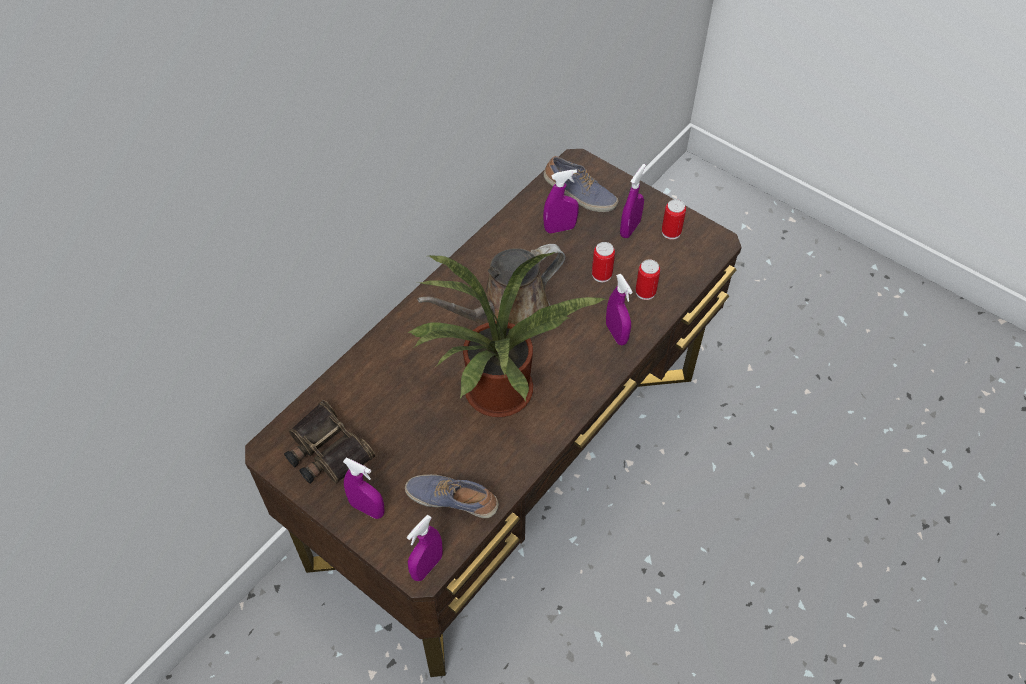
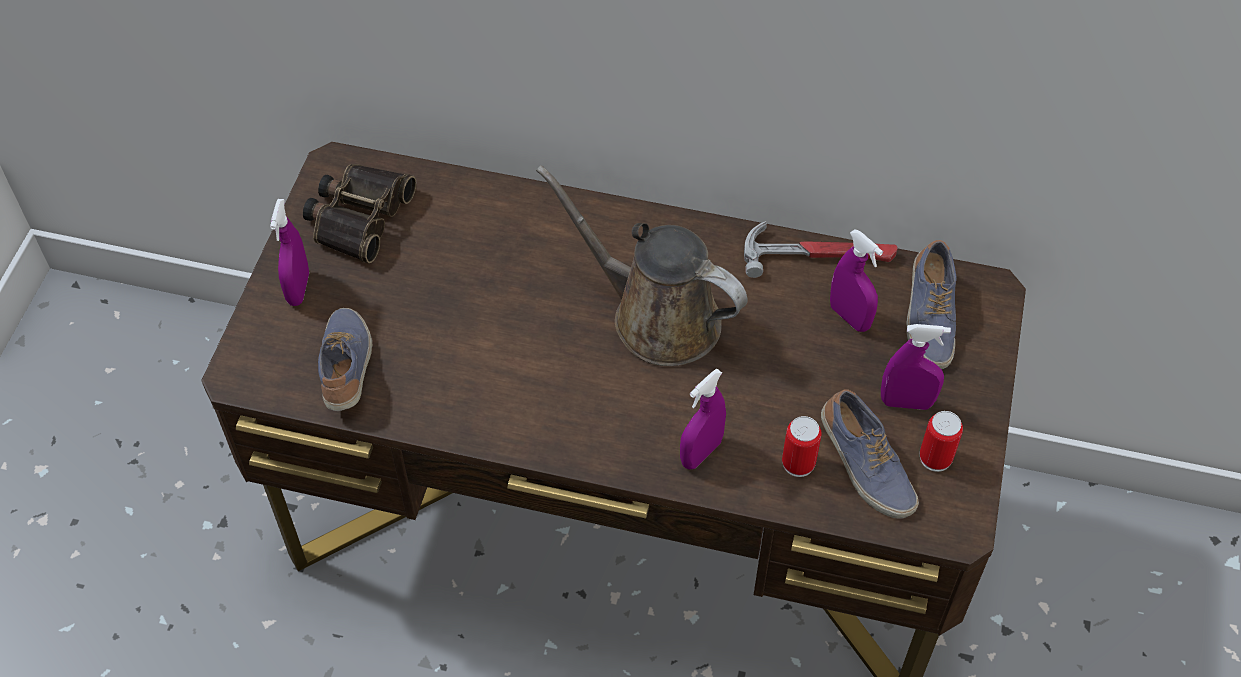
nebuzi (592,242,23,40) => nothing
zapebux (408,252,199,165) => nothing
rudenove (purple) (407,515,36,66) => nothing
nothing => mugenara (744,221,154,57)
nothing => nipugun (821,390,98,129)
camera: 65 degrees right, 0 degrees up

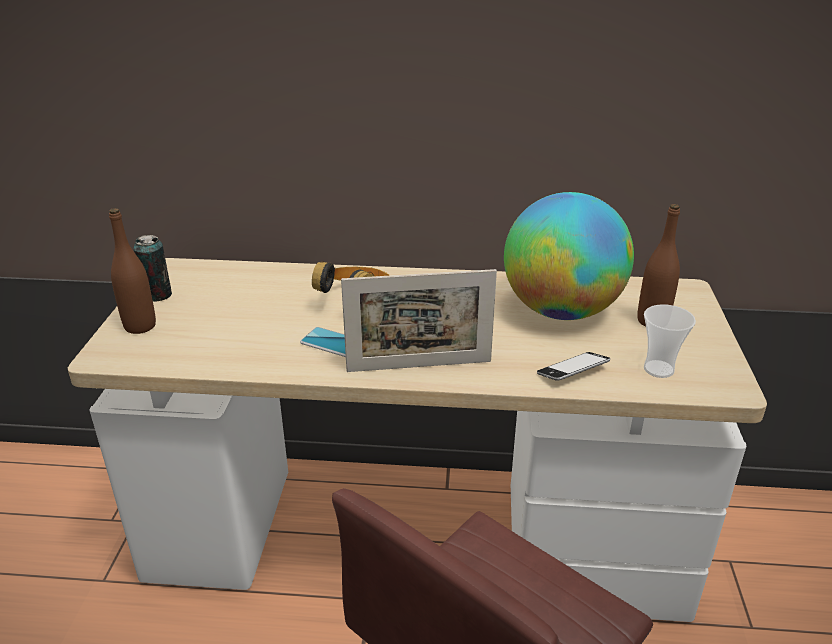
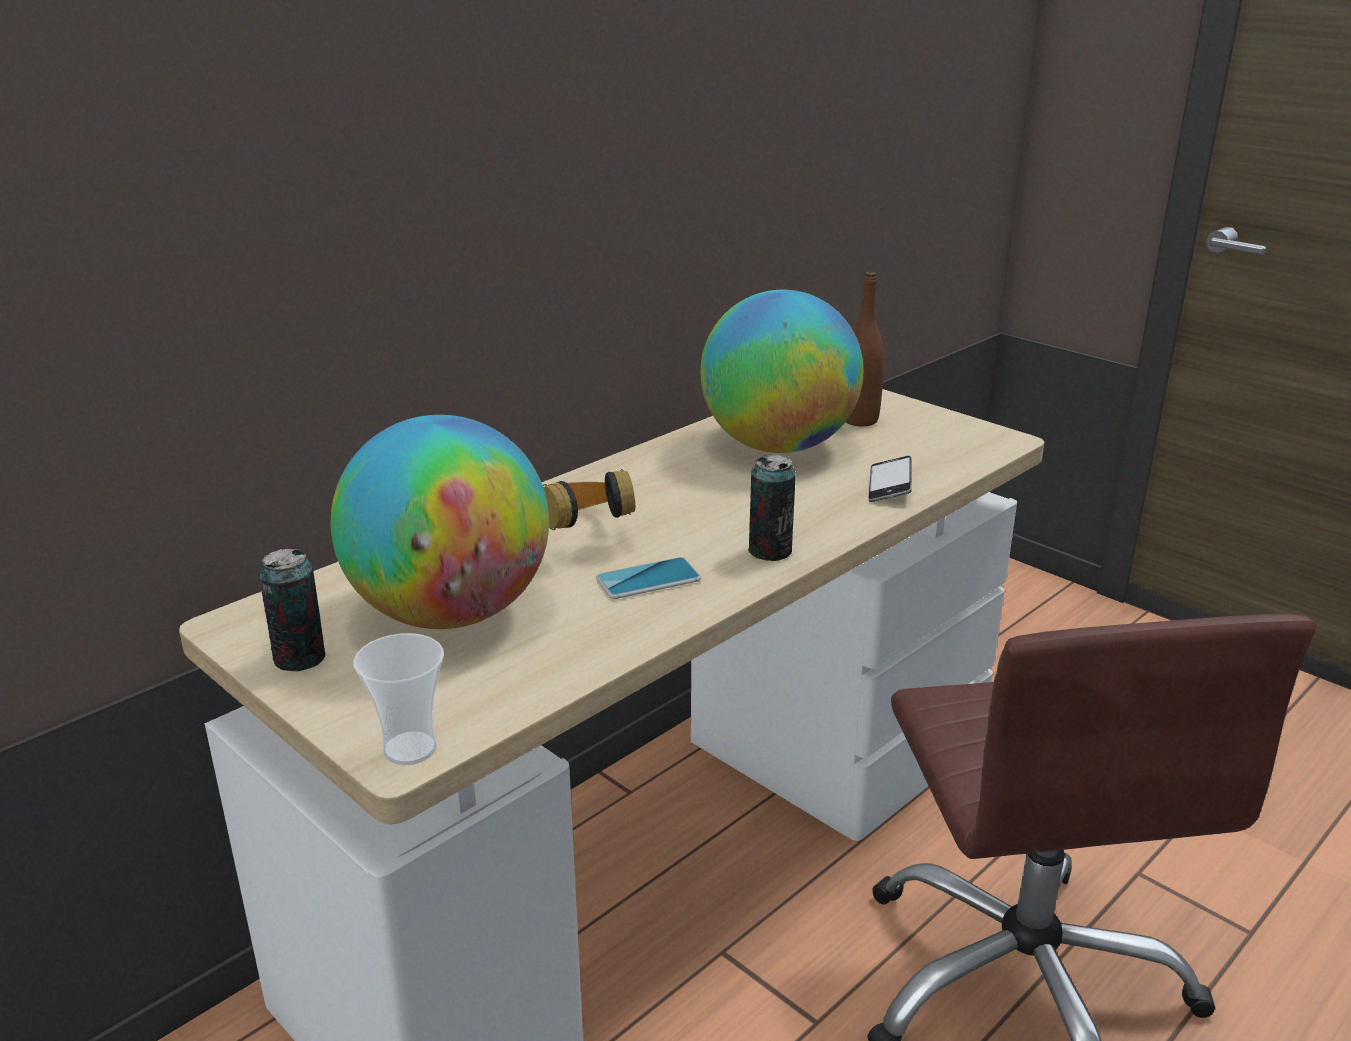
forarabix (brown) (109,208,47,126) => nothing
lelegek (341,269,156,103) => nebuzi (748,454,48,107)
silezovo (644,304,52,74) => silezovo (353,633,91,132), shifted
nothing => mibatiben (331,415,218,214)
camera: 50 degrees left, 5 degrees down

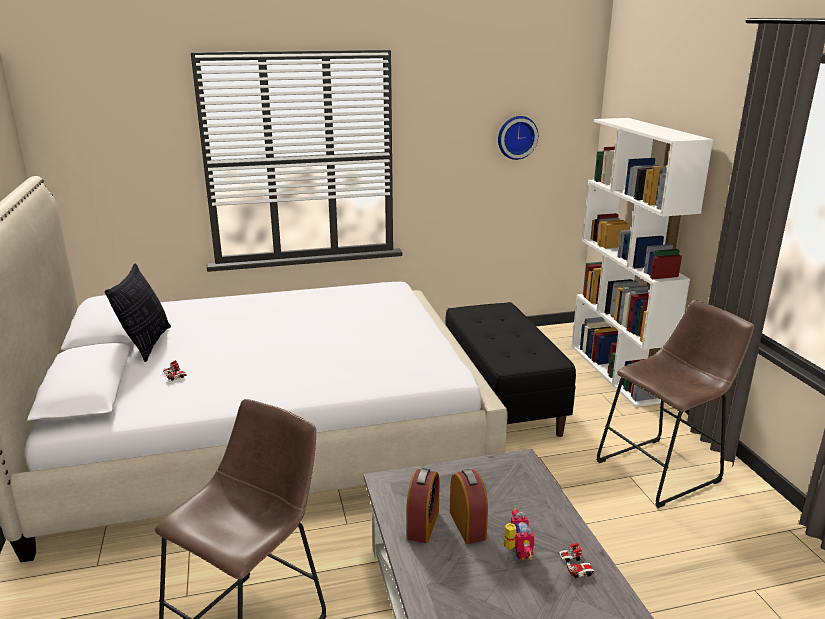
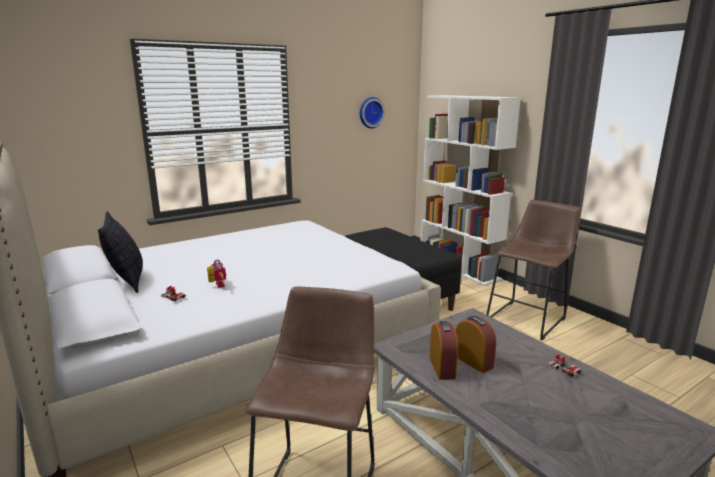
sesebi (504,507,31,53) => sesebi (207,259,19,29), shifted
camera: 20 degrees left, 5 degrees down

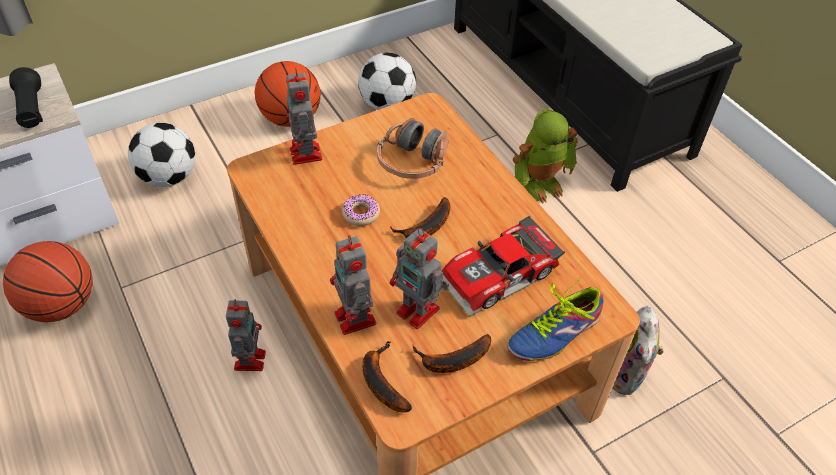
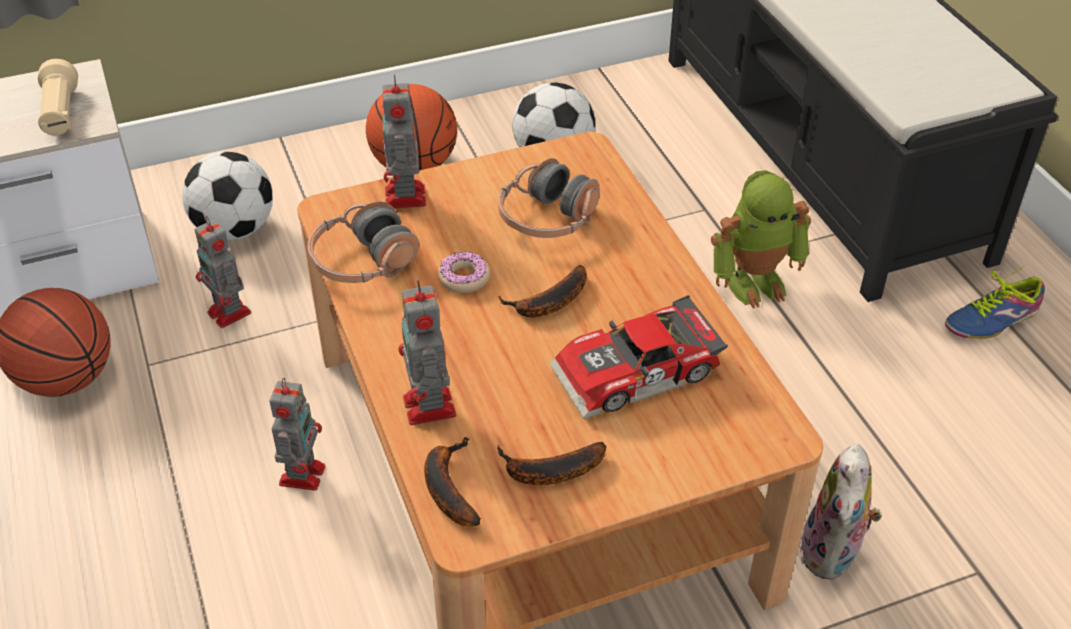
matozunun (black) (9,67,34,61) => matozunun (beige) (38,59,40,77)
sesebi (390,228,59,101) => sesebi (195,216,56,112), shifted
nipugun (507,276,97,85) => nipugun (945,266,100,73), shifted
nothing => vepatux (308,202,111,81)
camera: 10 degrees right, 5 degrees down

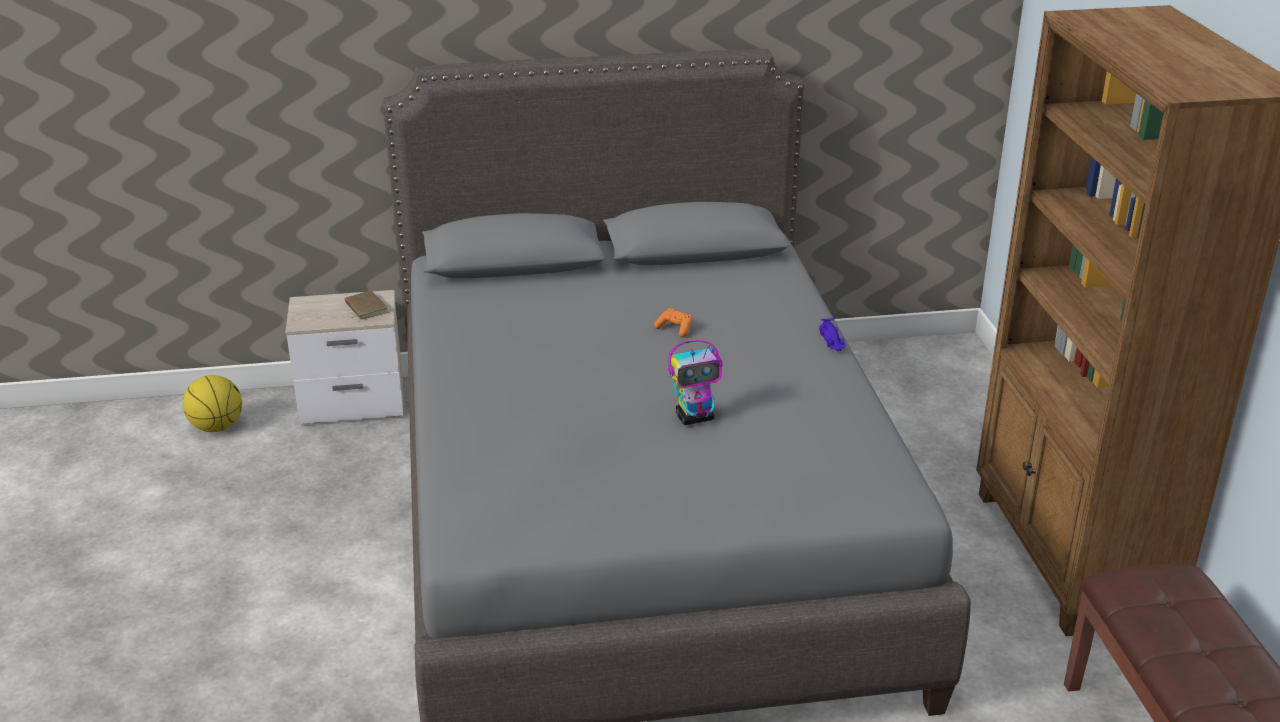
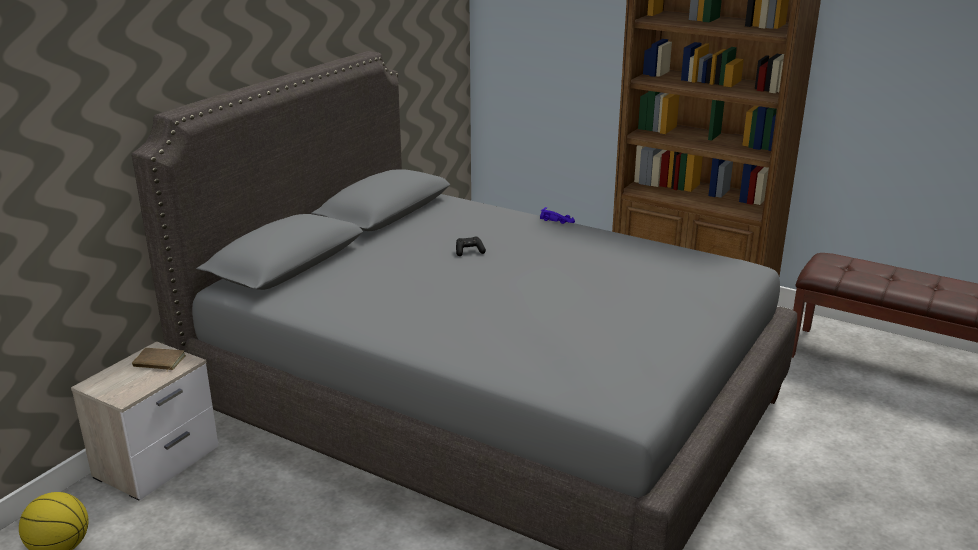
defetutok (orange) (654,308,38,30) => defetutok (black) (456,236,30,20)
sesebi (668,340,55,85) => nothing
camera: 50 degrees left, 5 degrees down

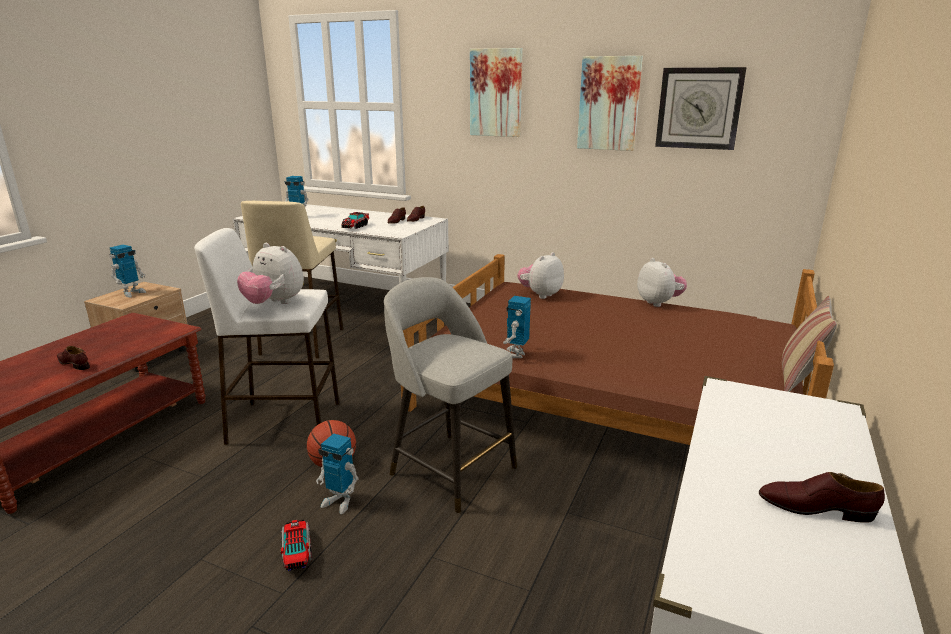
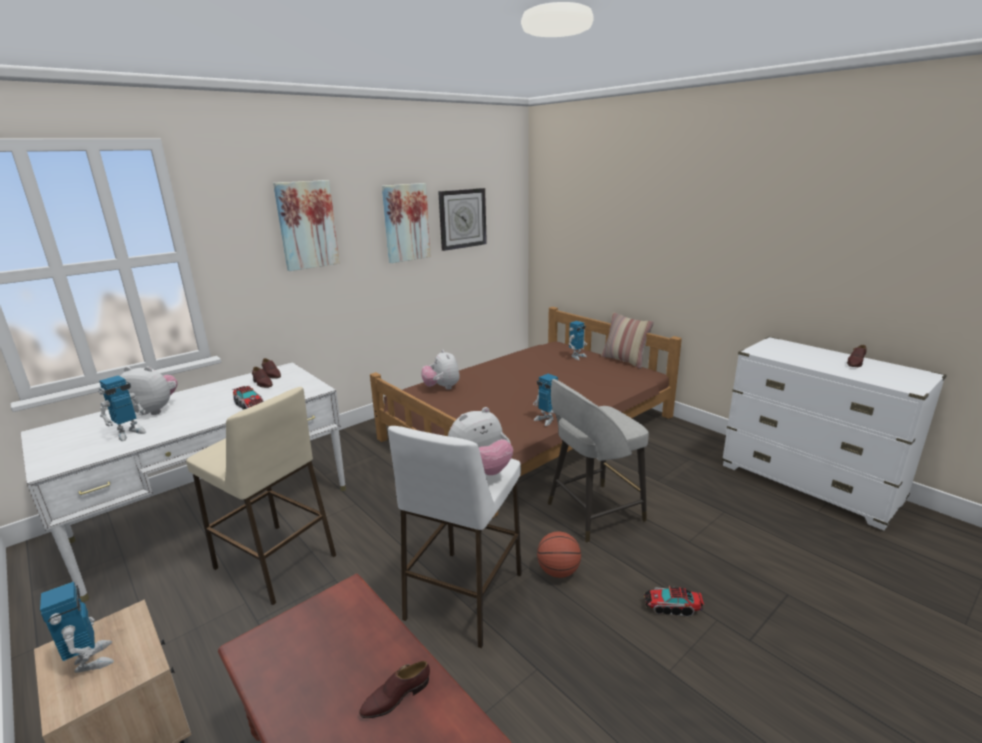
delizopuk (637,258,50,49) => delizopuk (120,367,58,48), shifted
sesebi (316,433,43,81) => sesebi (569,321,18,39), shifted
camera: 65 degrees left, 0 degrees up

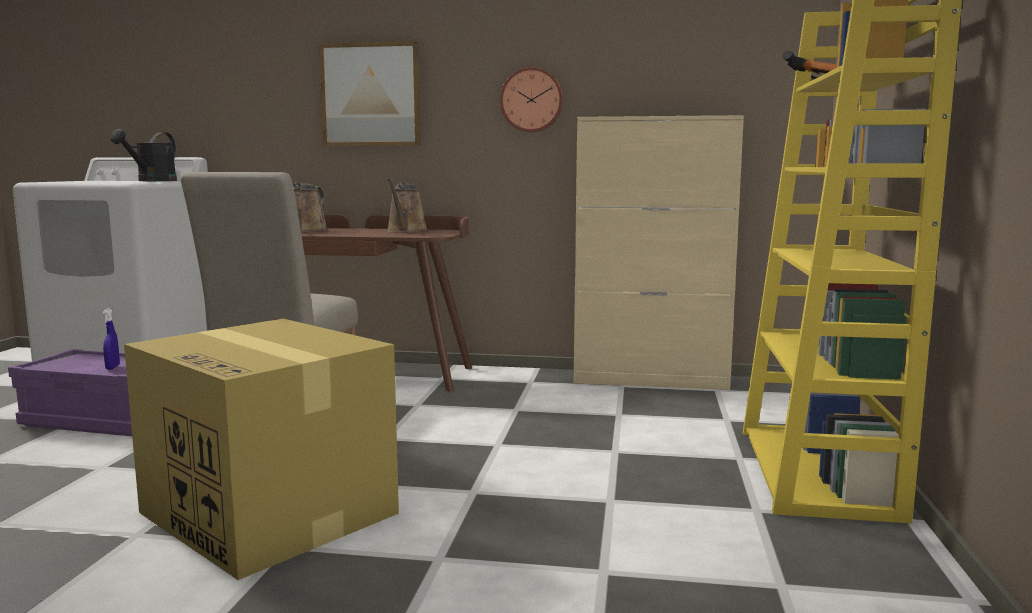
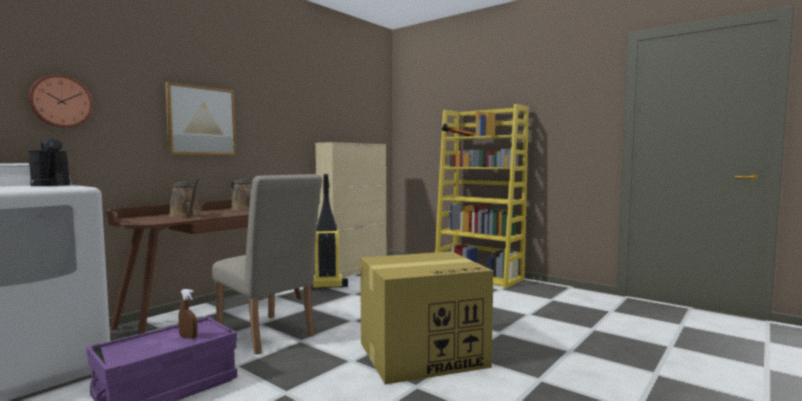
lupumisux (500,67,63,65) => lupumisux (28,75,65,53), shifted
rudenove (blue) (103,308,17,62) => rudenove (brown) (178,289,19,50)
nothing => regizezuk (312,174,36,115)
camera: 60 degrees left, 5 degrees down

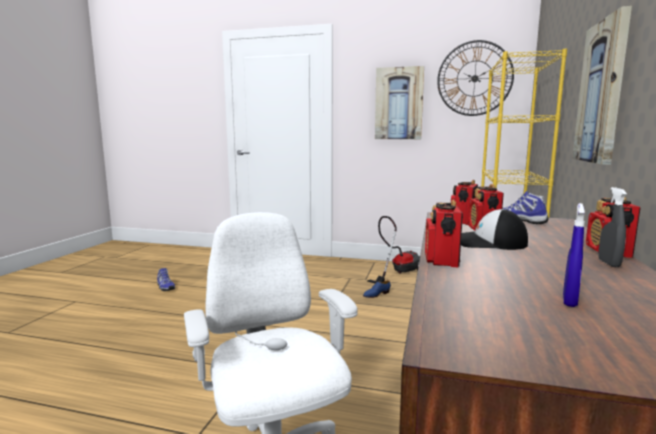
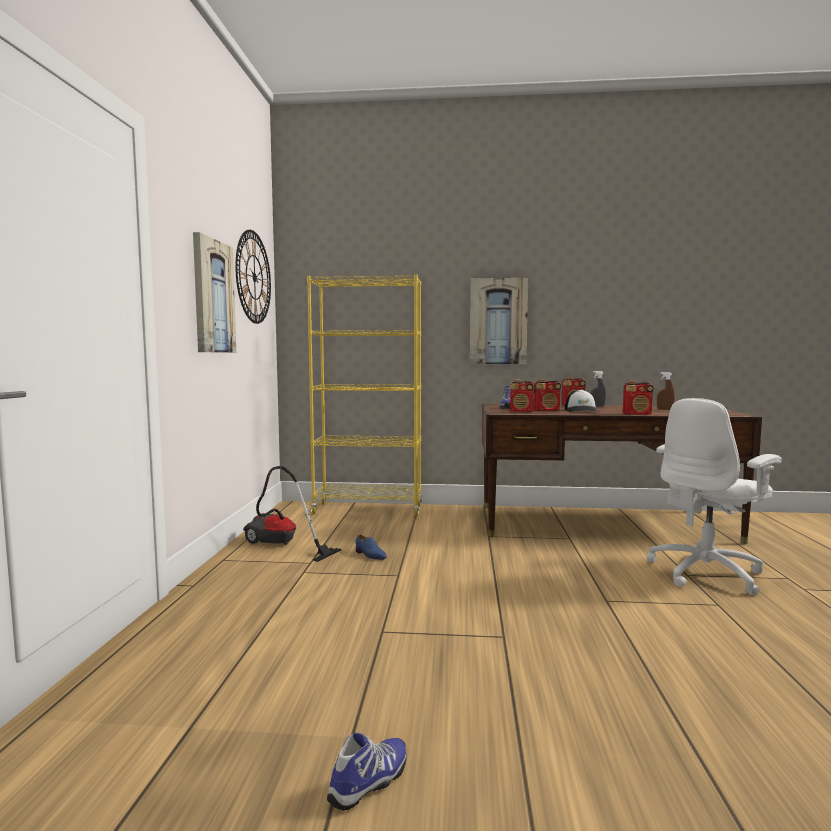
rudenove (blue) (563,203,22,104) => rudenove (brown) (657,372,18,38)
camera: 100 degrees left, 5 degrees down

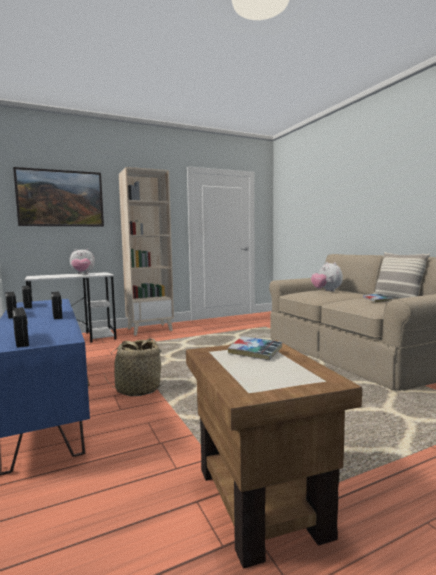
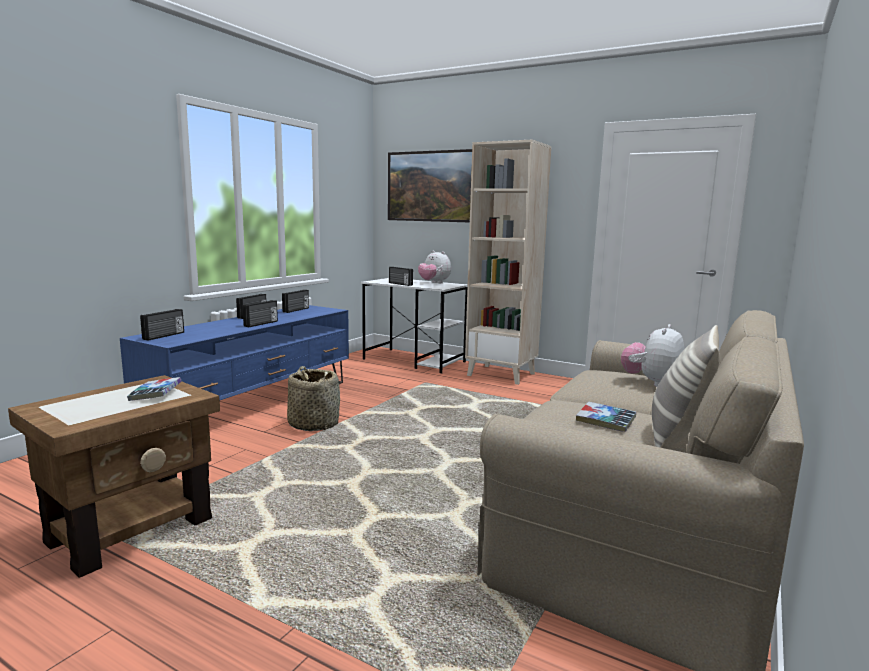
nothing => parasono (389,267,24,19)
camera: 55 degrees right, 5 degrees up

